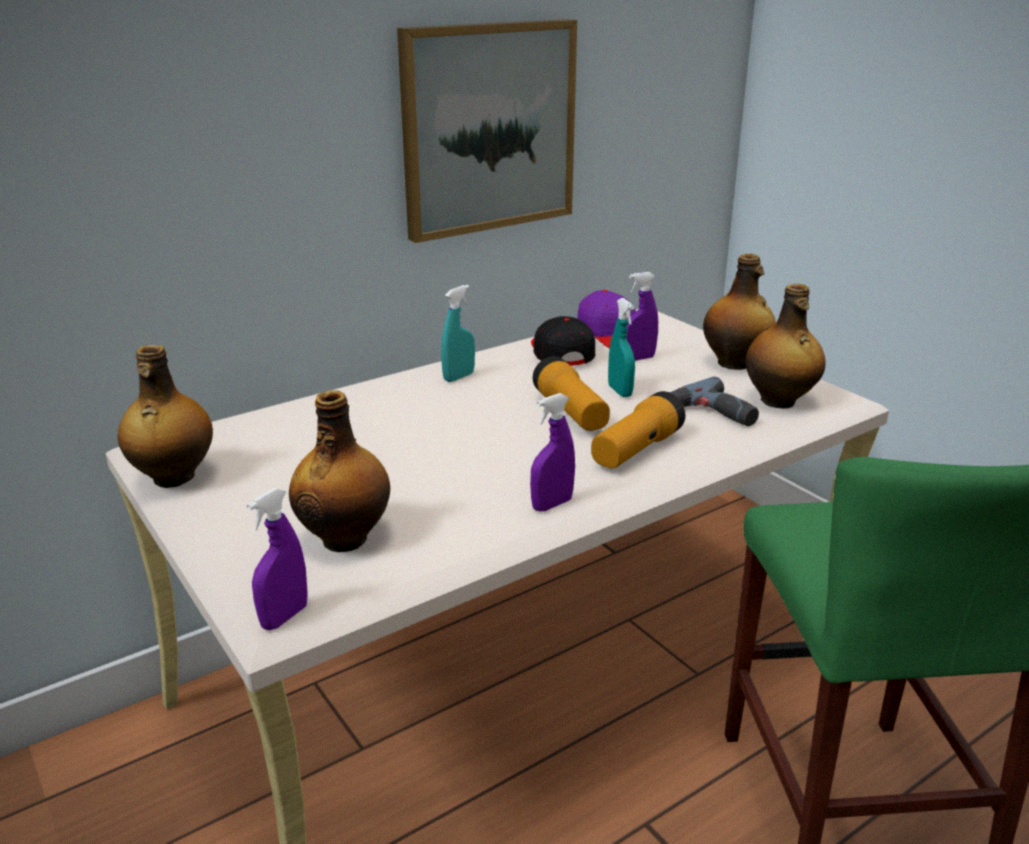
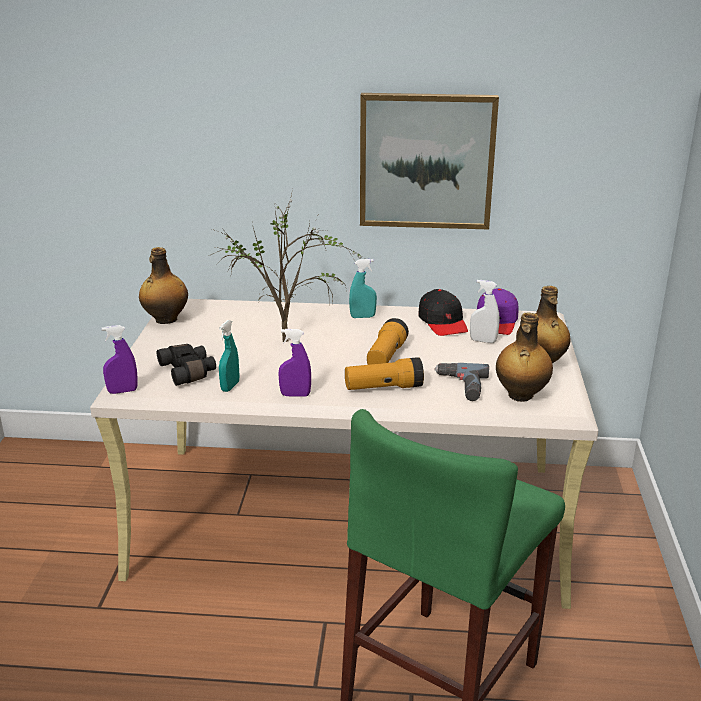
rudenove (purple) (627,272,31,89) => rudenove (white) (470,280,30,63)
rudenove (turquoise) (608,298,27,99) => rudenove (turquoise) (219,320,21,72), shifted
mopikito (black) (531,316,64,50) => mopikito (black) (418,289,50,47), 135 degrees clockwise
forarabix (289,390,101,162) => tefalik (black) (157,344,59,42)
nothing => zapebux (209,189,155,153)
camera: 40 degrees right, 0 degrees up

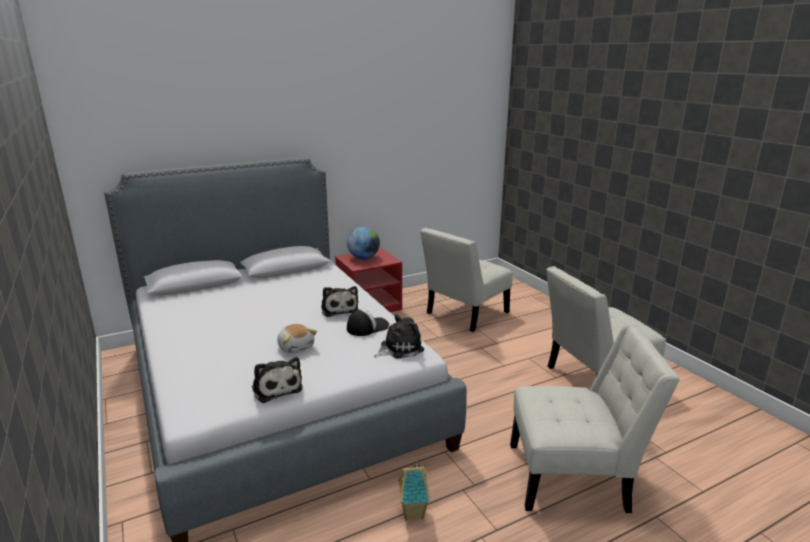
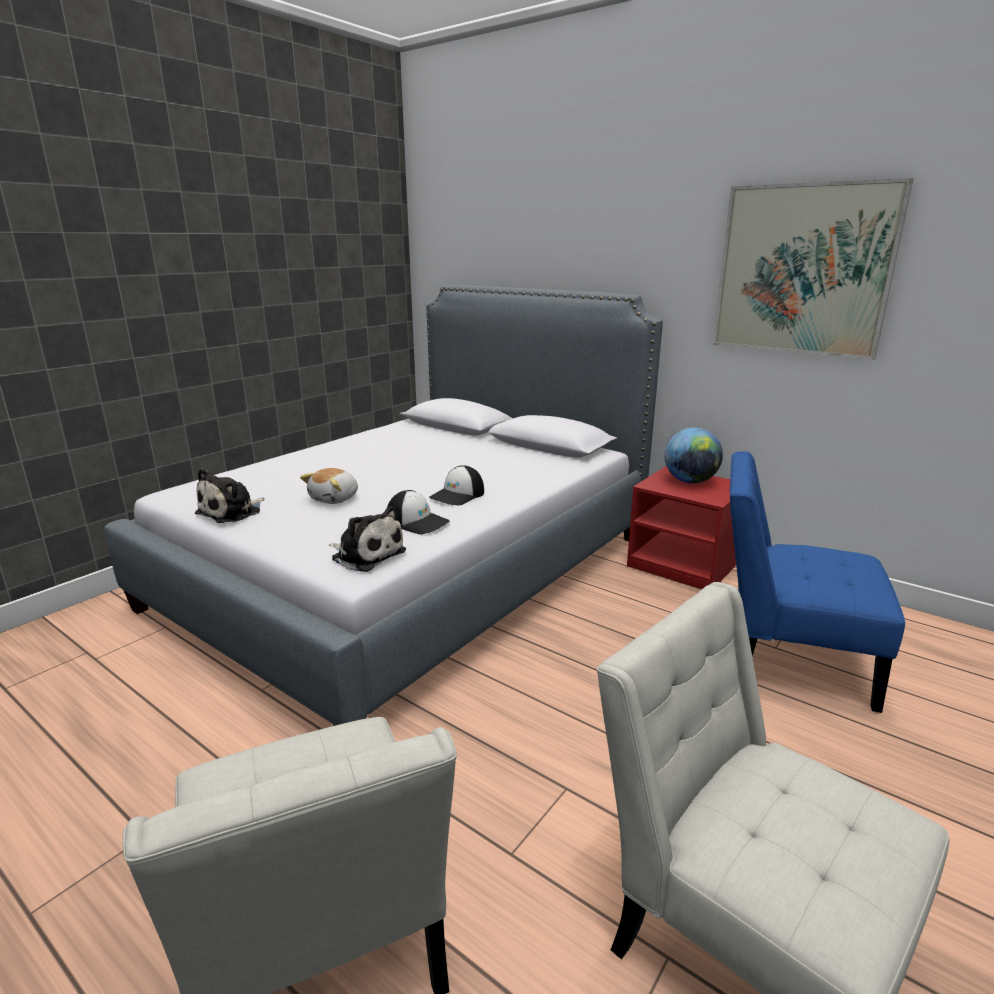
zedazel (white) (420,228,93,104) => zedazel (blue) (730,451,175,262)
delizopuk (321,286,38,31) => mopikito (429,465,55,40)
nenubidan (398,463,32,58) => nothing
nothing => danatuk (712,178,201,182)
camera: 65 degrees right, 0 degrees up

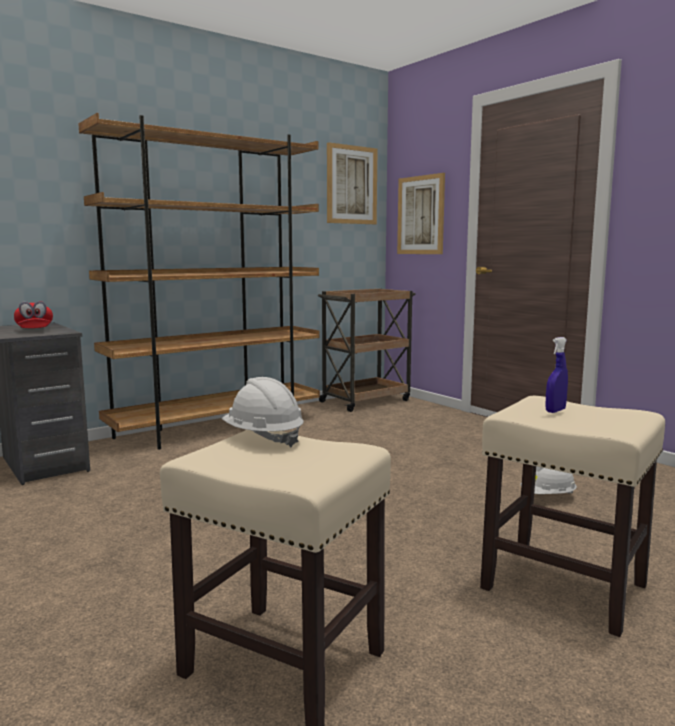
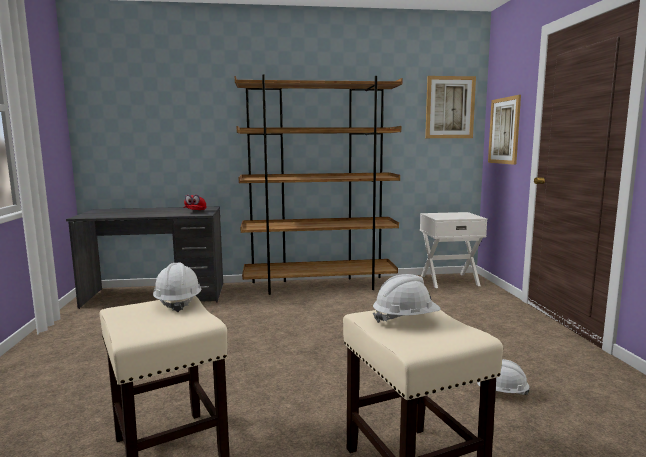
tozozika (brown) (318,289,97,123) => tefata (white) (420,212,67,76)
rudenove (blue) (545,337,23,76) => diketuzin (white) (373,274,68,49)
camera: 30 degrees right, 0 degrees up

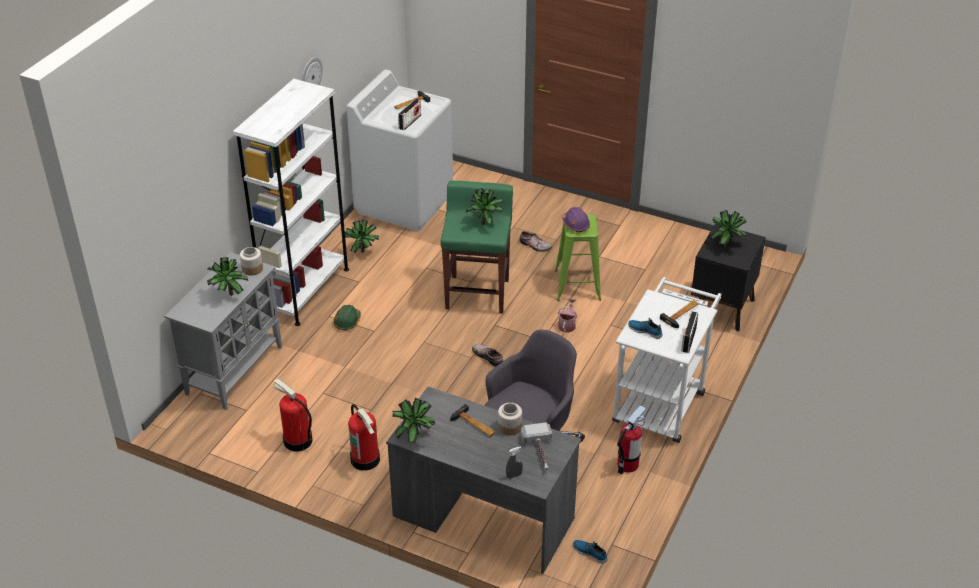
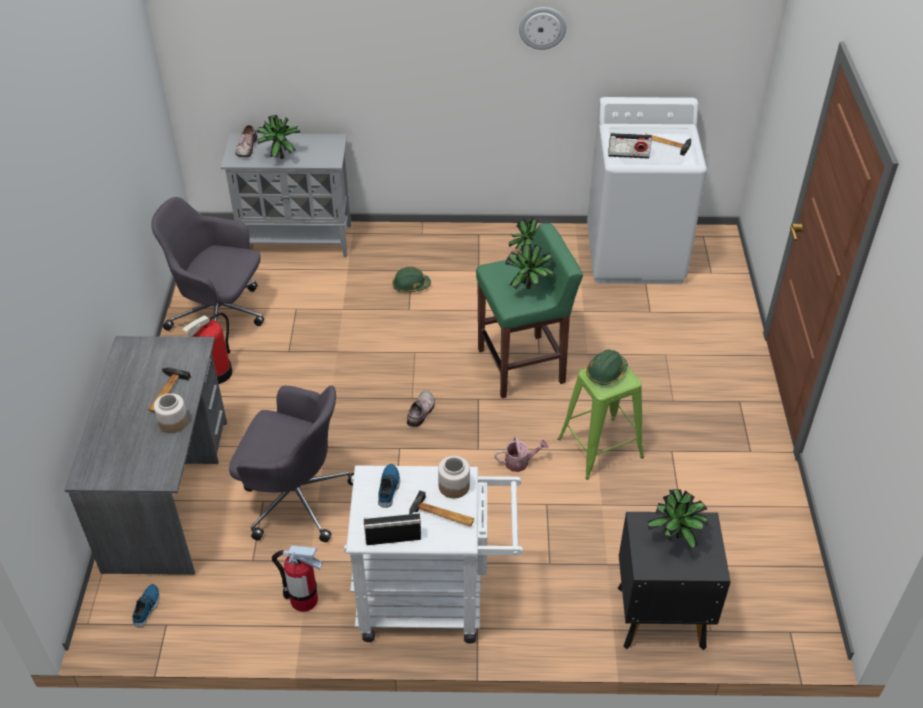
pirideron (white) (233,79,116,247) => nothing
diketuzin (purple) (562,207,28,25) => diketuzin (green) (586,349,42,36)
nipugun (520,231,32,21) => nipugun (235,125,22,32), shifted
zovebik (240,247,23,29) => zovebik (438,456,32,42), shifted
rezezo (273,378,40,73) => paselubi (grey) (151,197,113,134)
zapebux (392,397,43,46) => nothing
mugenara (521,422,31,48) => nothing
rudenove (grey) (506,446,17,33) => nothing
camera: 65 degrees right, 5 degrees up

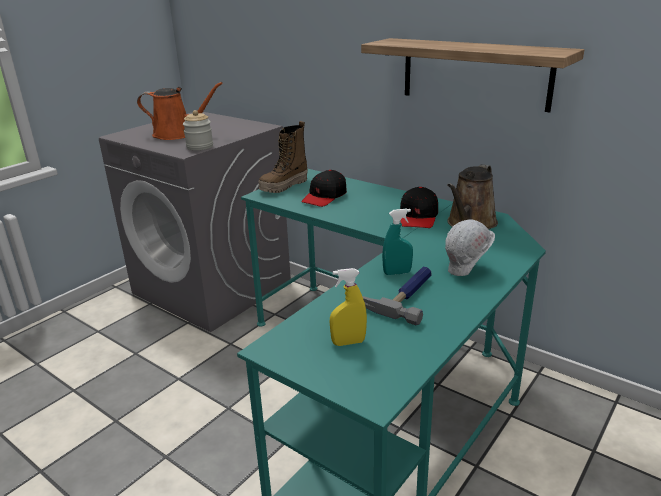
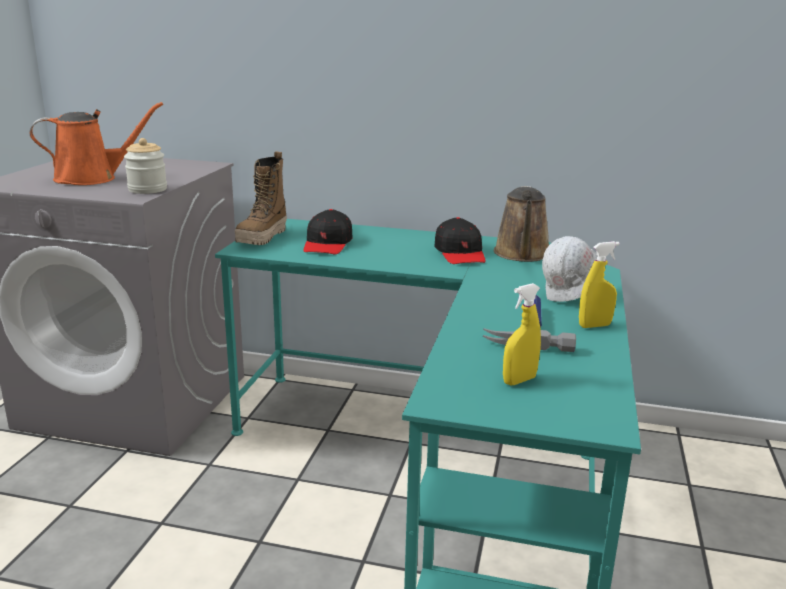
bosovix (361,38,223,74) => nothing
rudenove (turquoise) (382,208,31,67) => nothing
nothing => rudenove (yellow) (579,241,41,87)
camera: 25 degrees left, 5 degrees down

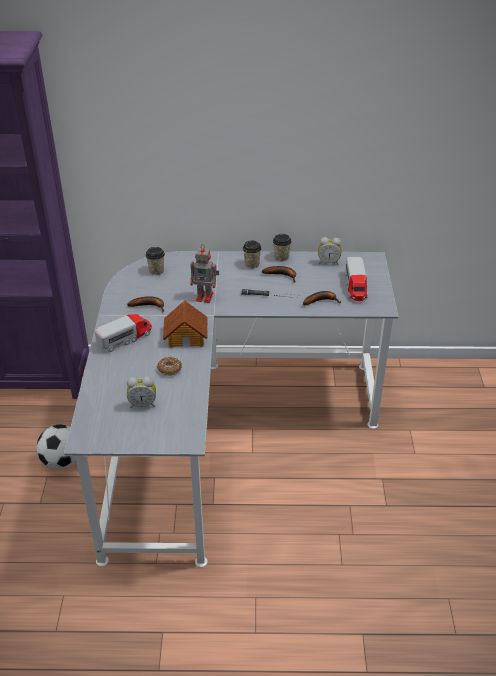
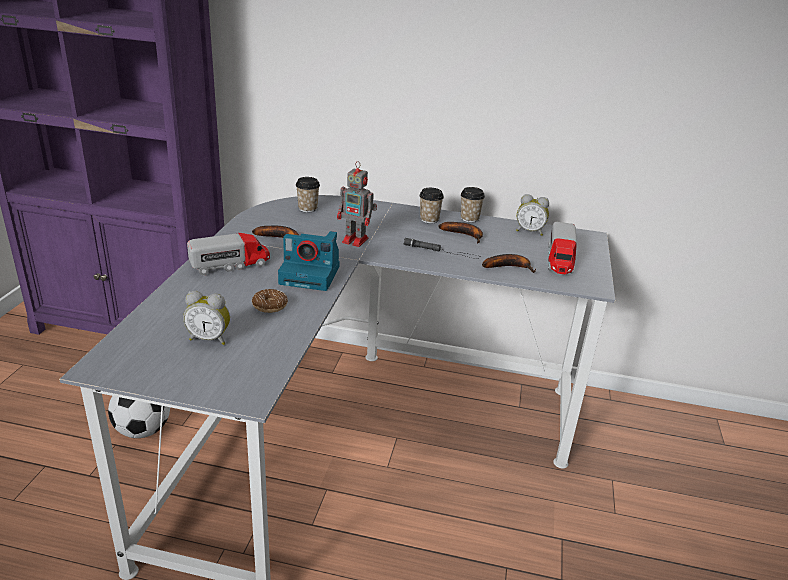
nenubidan (163,300,45,48) => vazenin (278,231,62,60)
camera: 10 degrees right, 10 degrees down

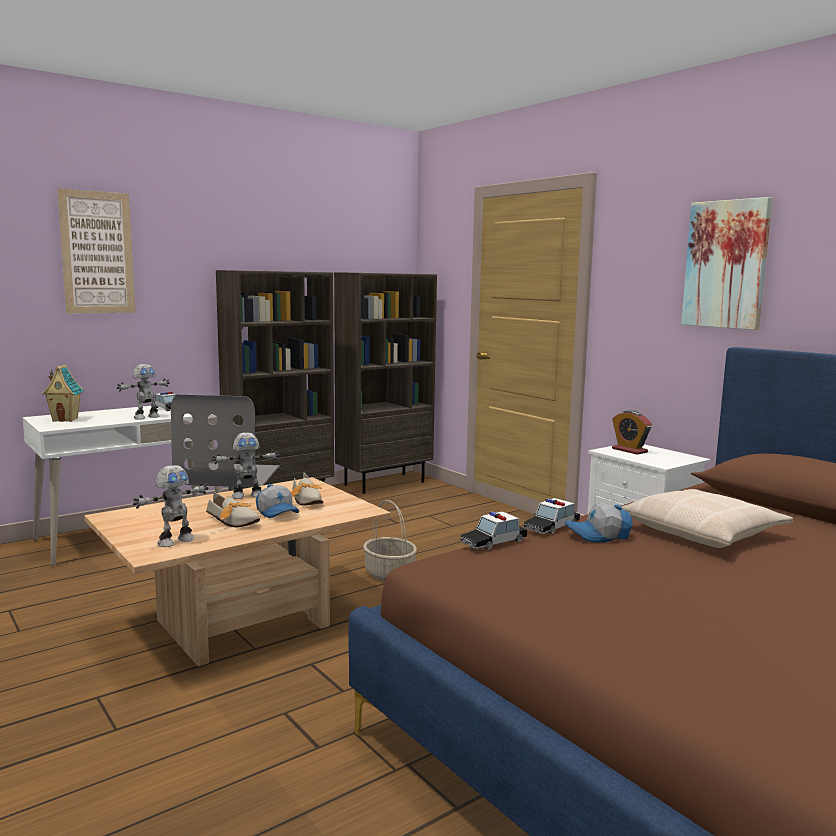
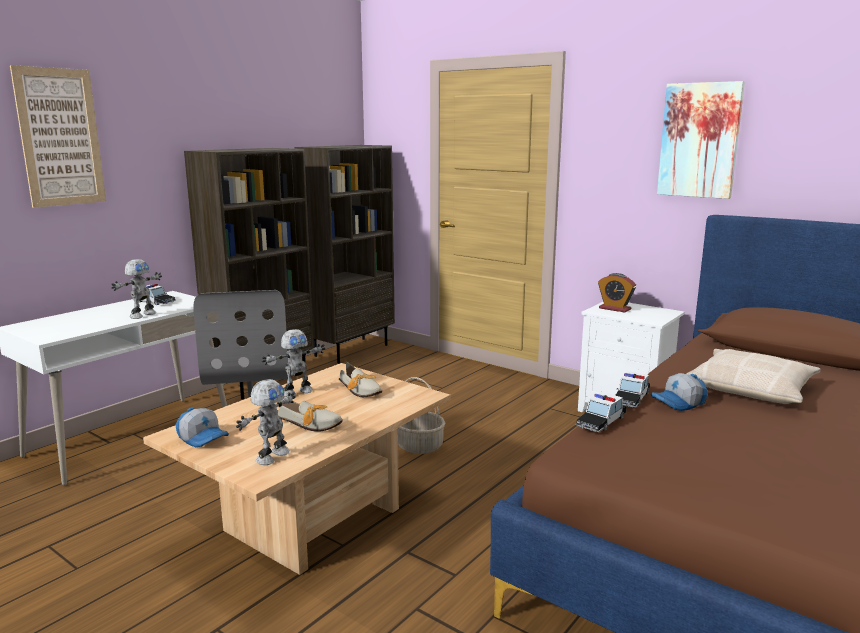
nenubidan (42,364,42,58) => nothing
mopikito (256,484,43,34) => mopikito (176,407,53,40), shifted
camera: 15 degrees left, 5 degrees up

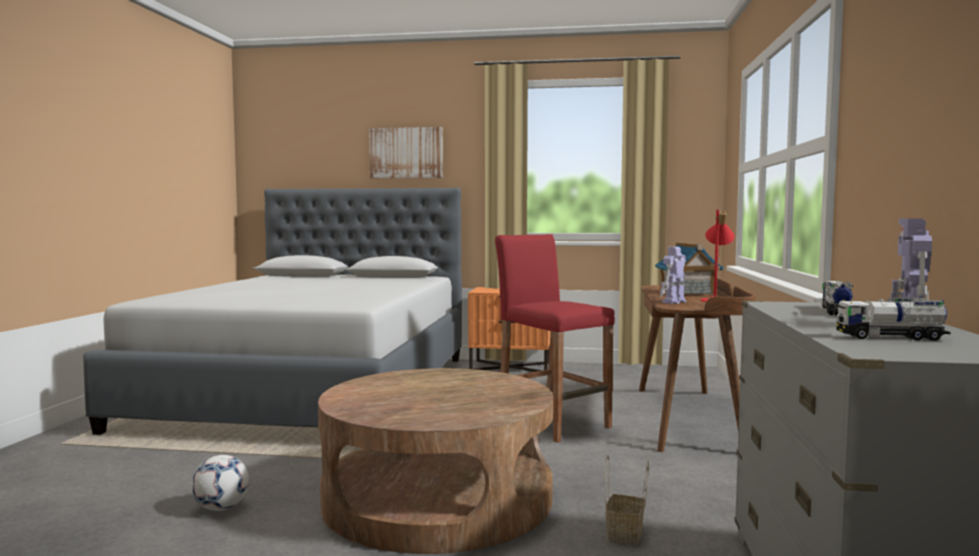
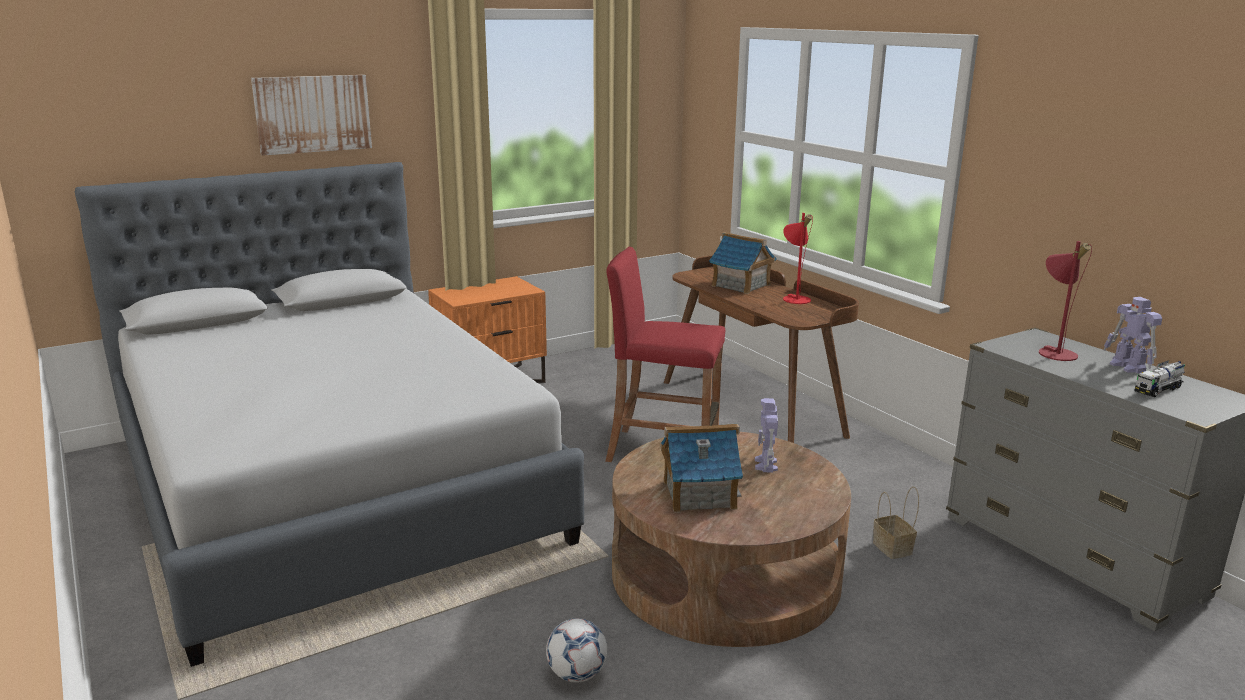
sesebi (660,247,26,57) => sesebi (755,398,23,75), shifted
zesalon (822,280,31,35) => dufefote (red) (1039,241,53,120)
nothing => nenubidan (661,424,82,89)
camera: 40 degrees left, 15 degrees up

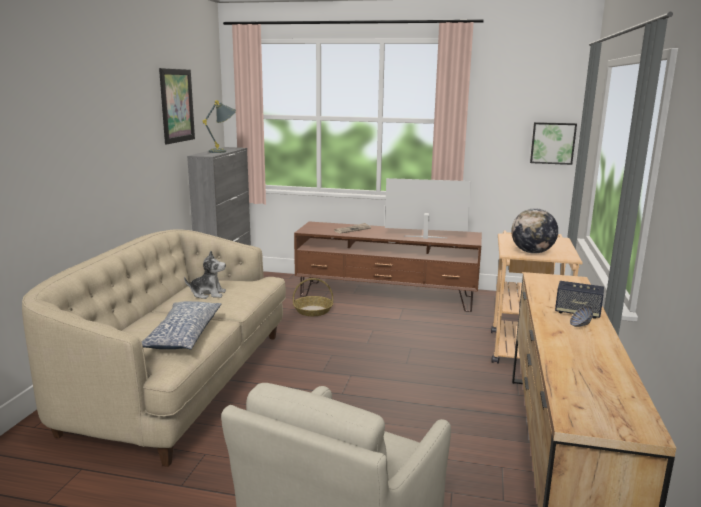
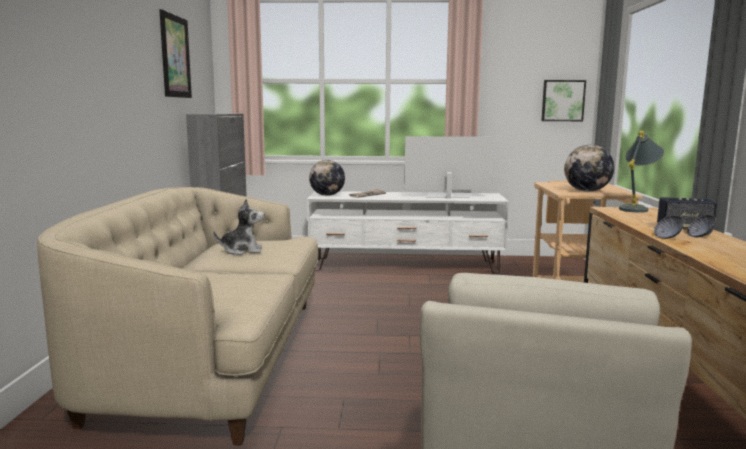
dufefote (grey) (202,100,34,53) => dufefote (grey) (619,131,45,82), shifted
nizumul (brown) (294,222,188,90) => nizumul (white) (307,191,202,83)
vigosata (293,278,40,38) => nothing
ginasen (142,301,80,49) => nothing
nothing => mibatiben (309,160,36,36)
nothing => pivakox (654,215,30,24)
camera: 10 degrees left, 5 degrees down

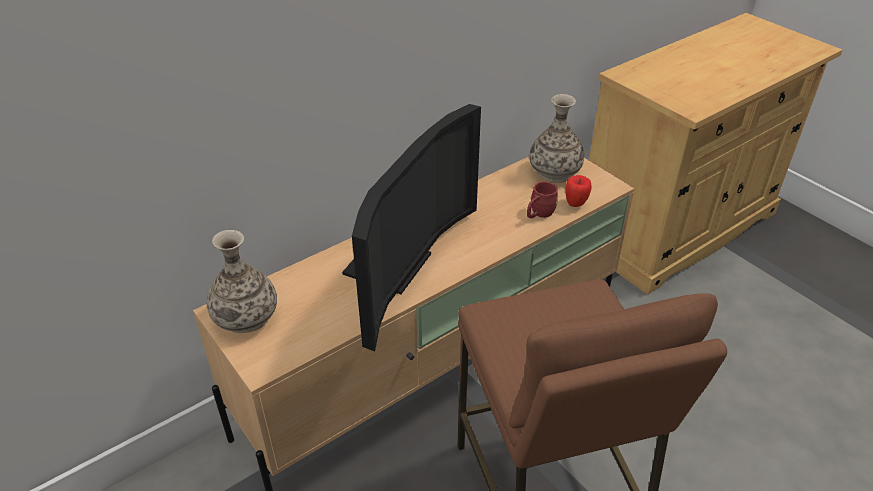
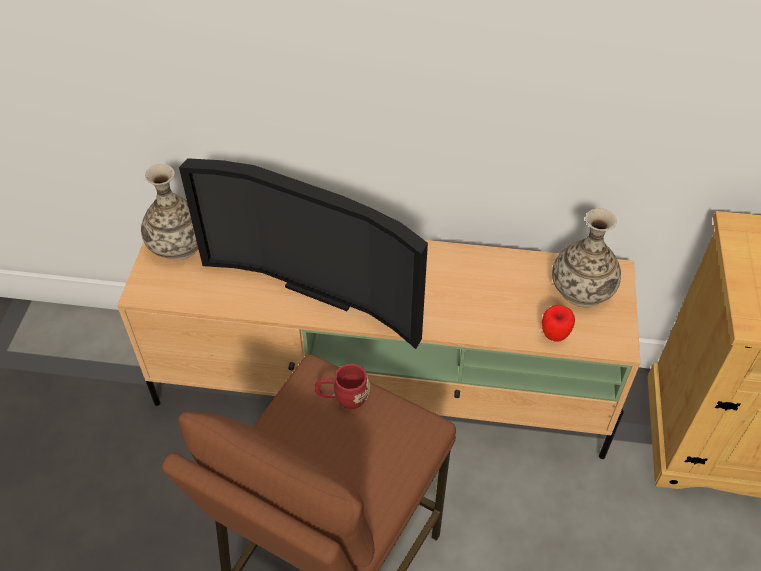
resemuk (342,104,139,247) => resemuk (179,158,249,191), 45 degrees clockwise
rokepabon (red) (527,181,31,37) => rokepabon (red) (315,364,55,45), shifted
camera: 45 degrees right, 10 degrees up

